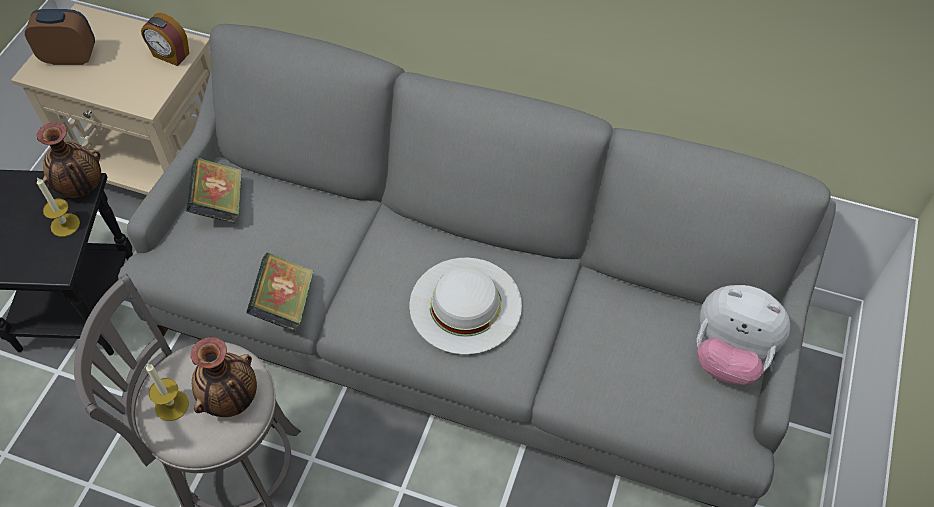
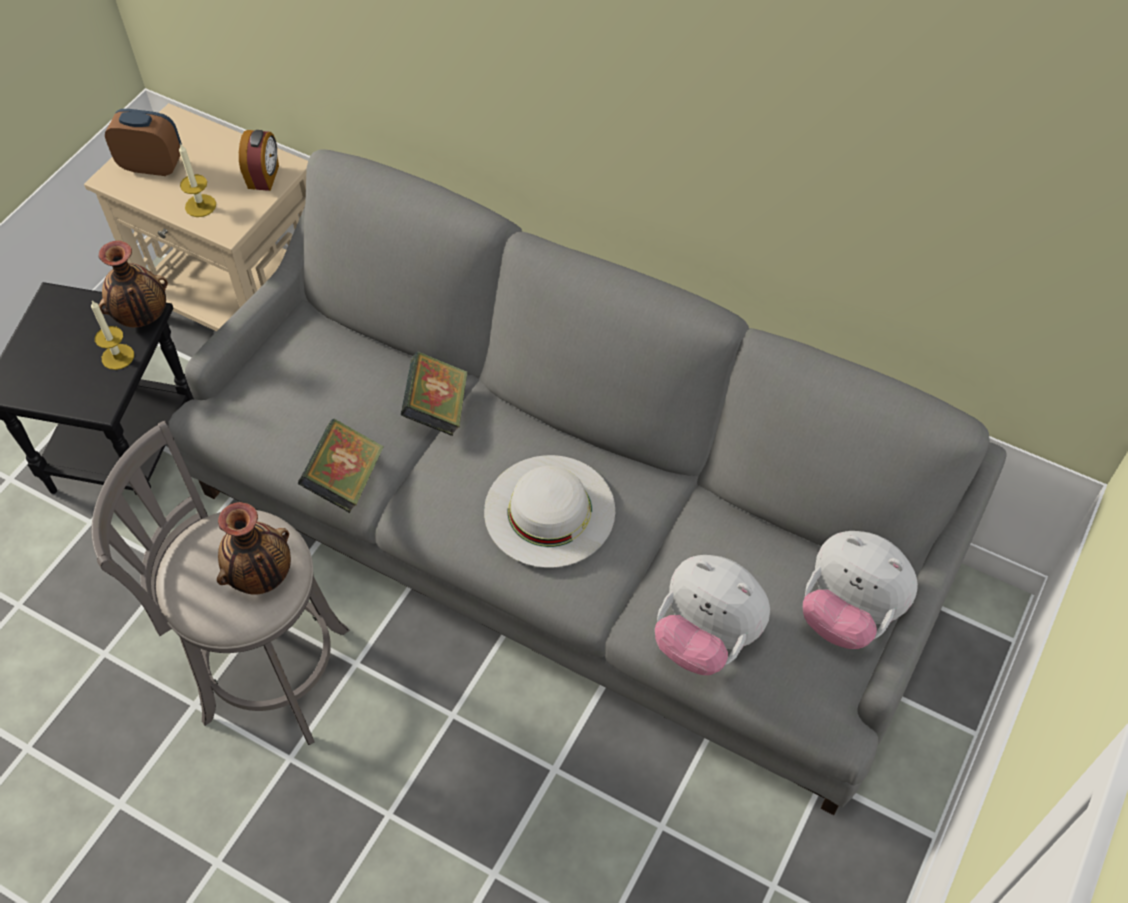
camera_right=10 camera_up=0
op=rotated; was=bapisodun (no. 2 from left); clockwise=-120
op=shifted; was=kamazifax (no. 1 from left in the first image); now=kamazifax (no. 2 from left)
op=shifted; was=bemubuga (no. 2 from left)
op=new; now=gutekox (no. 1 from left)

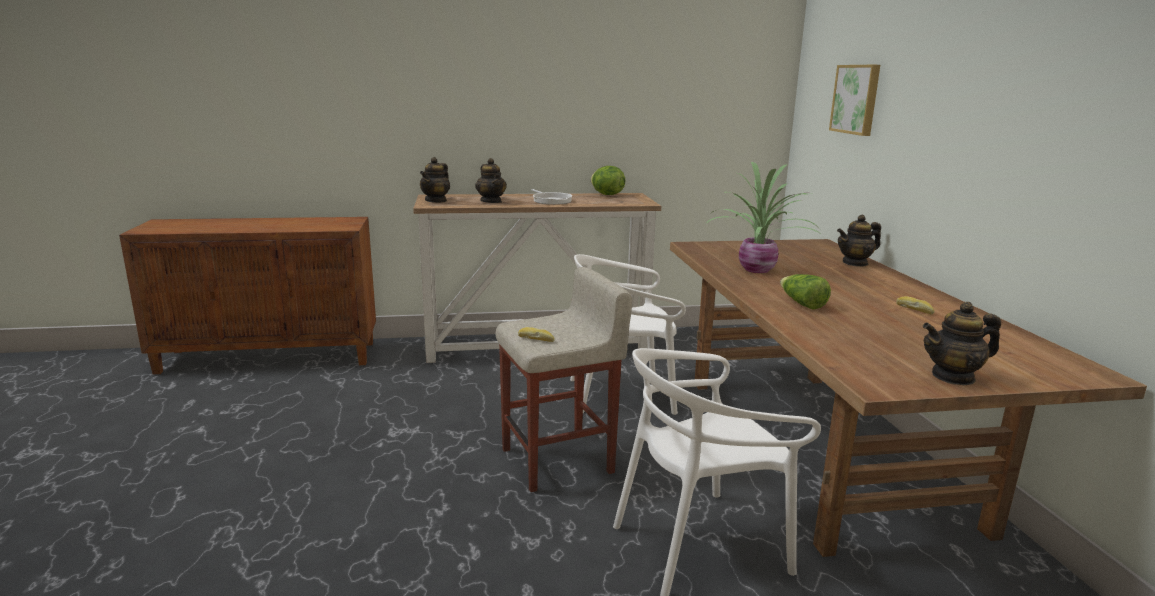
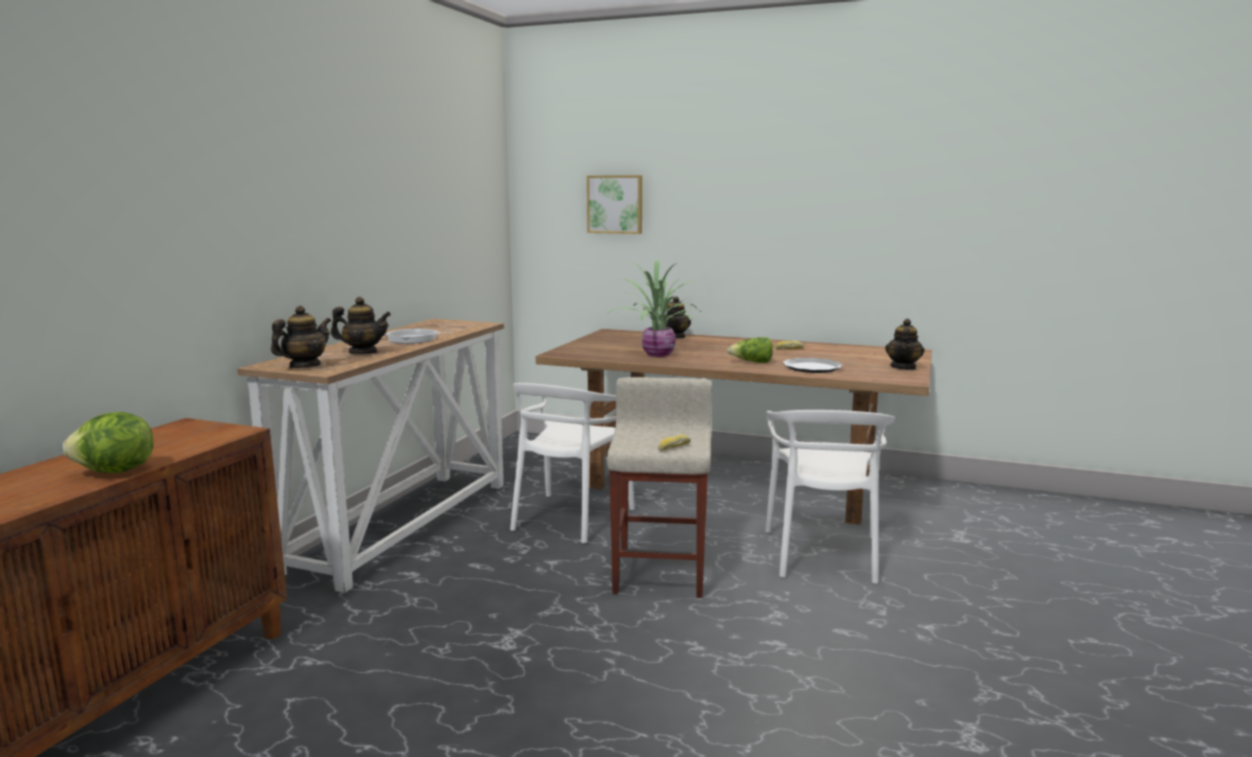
camera_right=-60 camera_up=-5
op=rotated; was=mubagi (no. 1 from left); clockwise=-105
op=shifted; was=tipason (no. 1 from left)
op=new; now=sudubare

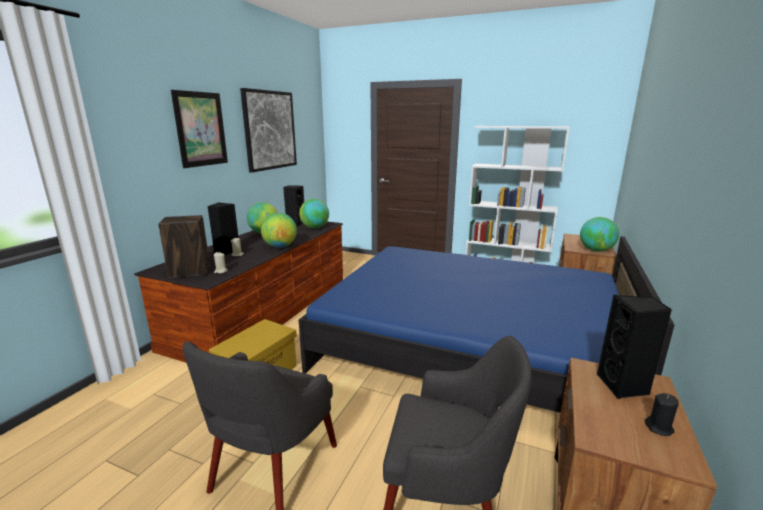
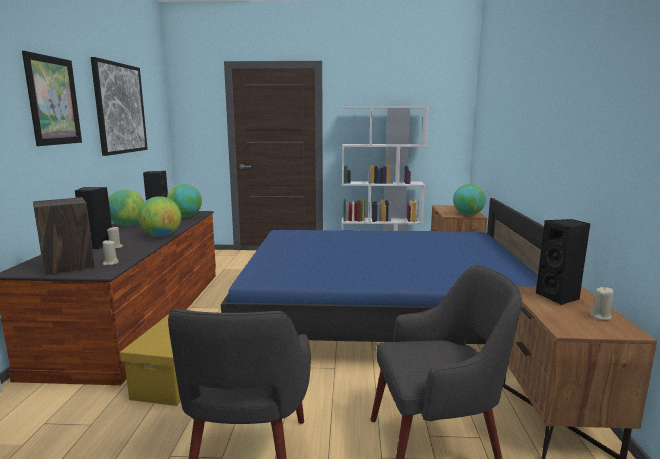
camera_right=-20 camera_up=-5
op=repainted; was=black_bemubuga; now=beige_bemubuga (no. 3 from left)

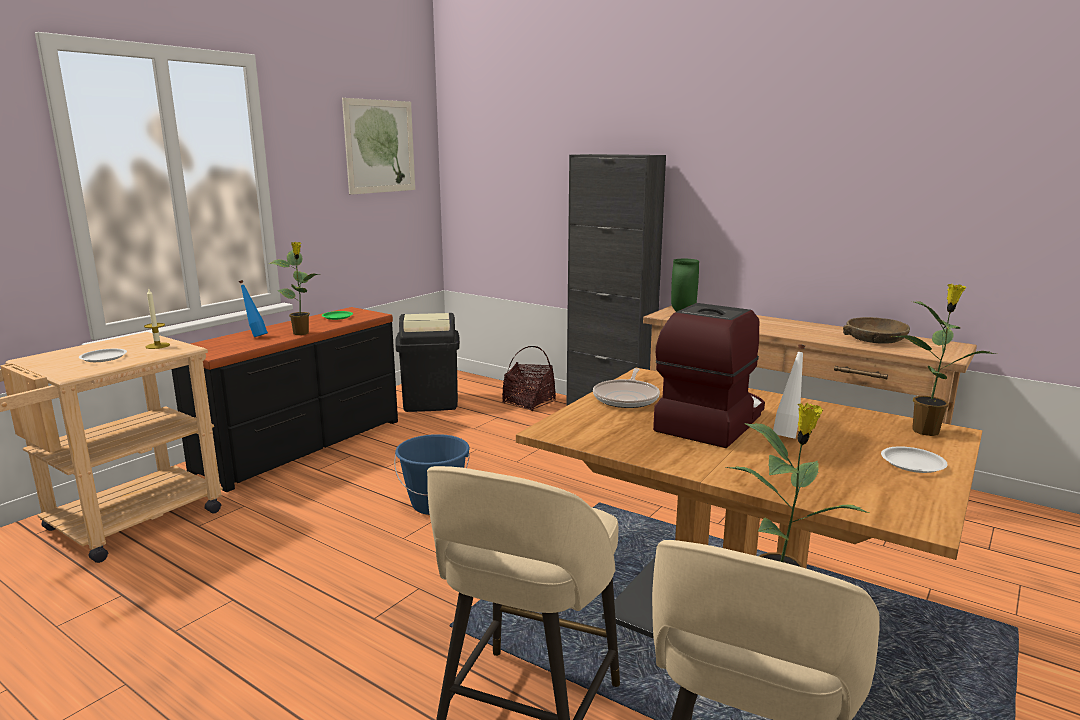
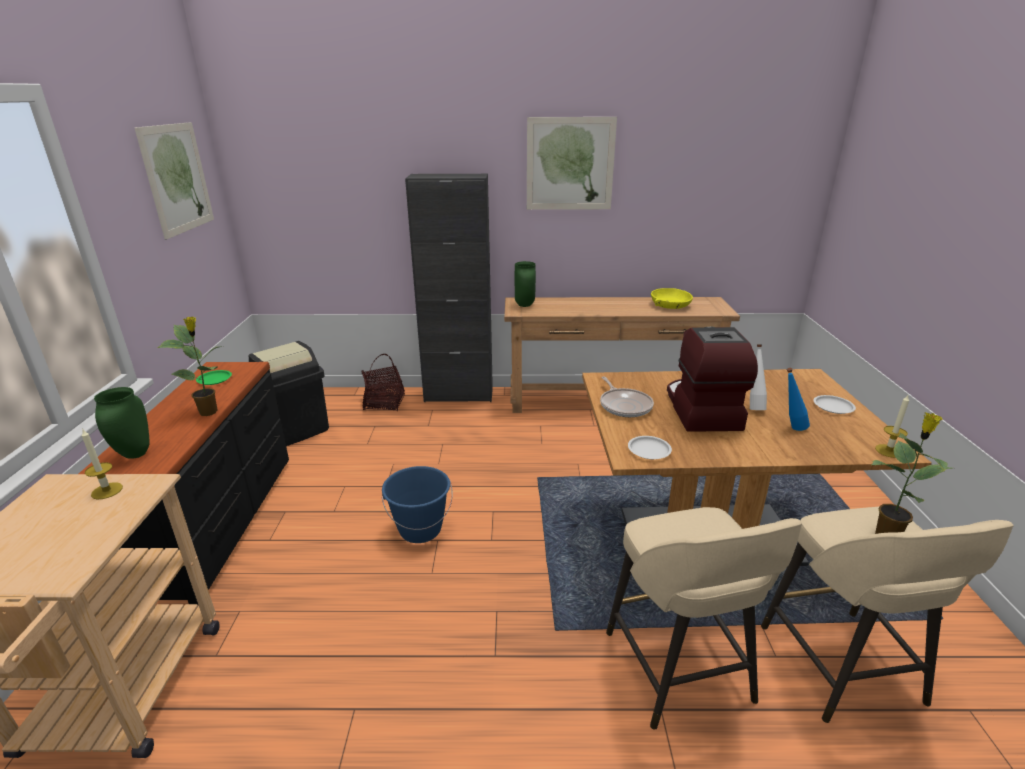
camera_right=-35 camera_up=10
op=shifted; was=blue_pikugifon
op=gone; was=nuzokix (no. 3 from left)
op=repainted; was=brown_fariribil; now=yellow_fariribil
op=shifted; was=white_sudubare (no. 1 from left)
op=new; now=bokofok (no. 2 from left)
op=new; now=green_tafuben (no. 1 from left)
op=new; now=bemubuga (no. 2 from left)

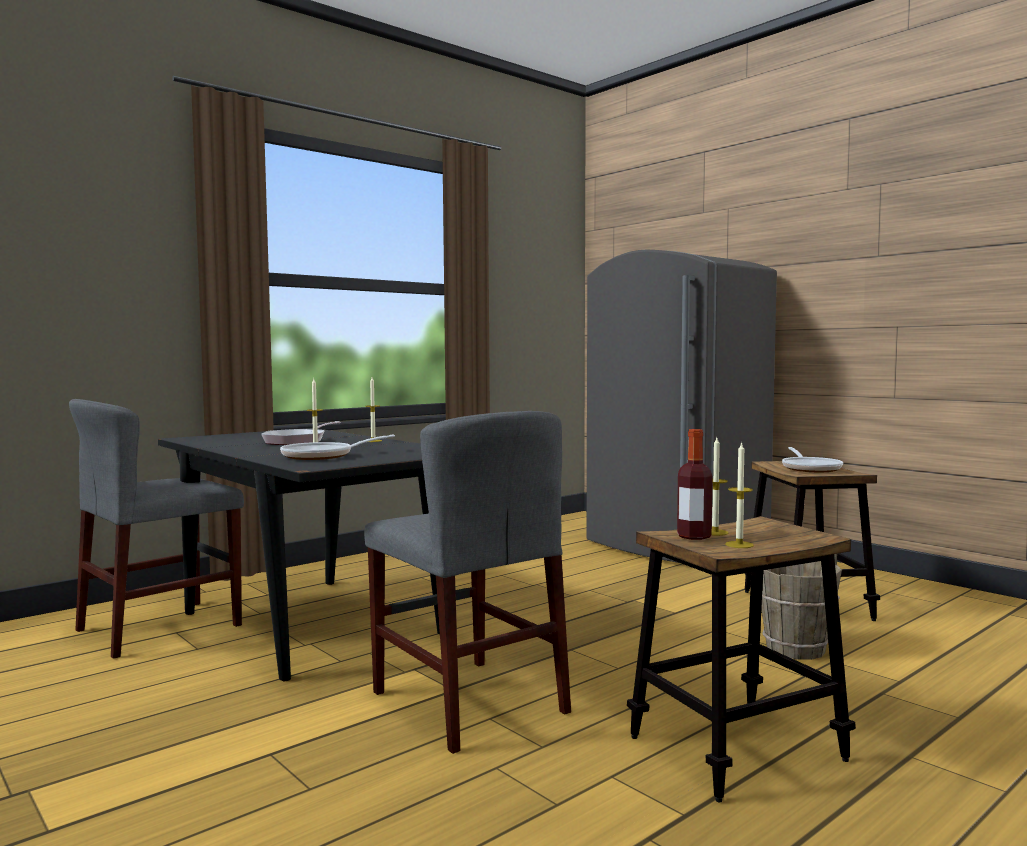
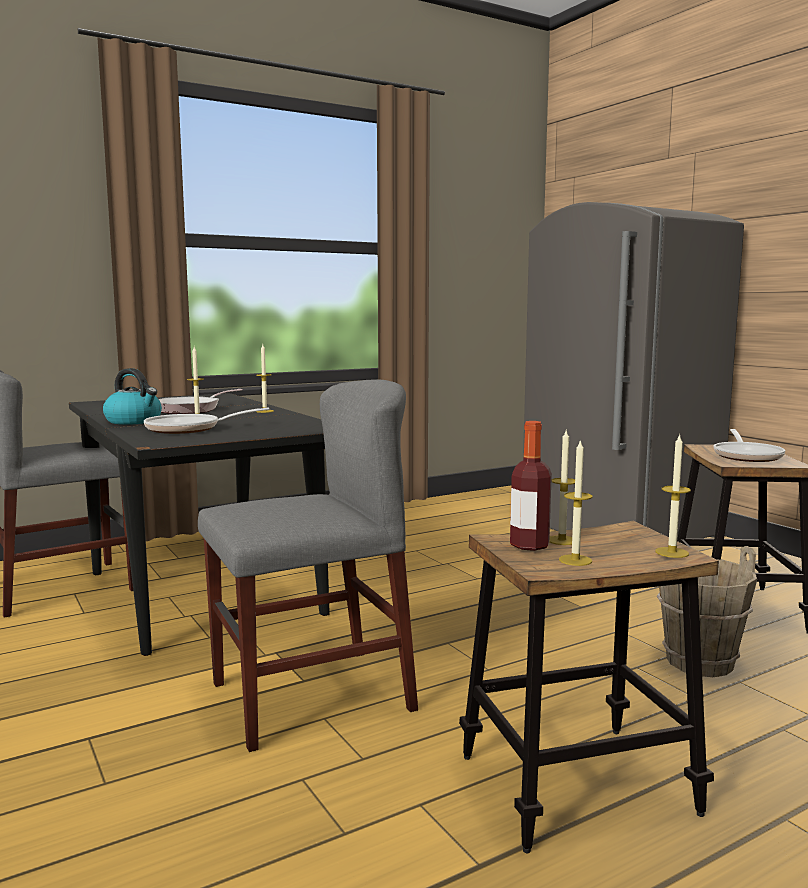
camera_right=10 camera_up=5
op=rotated; was=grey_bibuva (no. 2 from left); clockwise=-90
op=new; now=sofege
op=new; now=bemubuga (no. 5 from left)

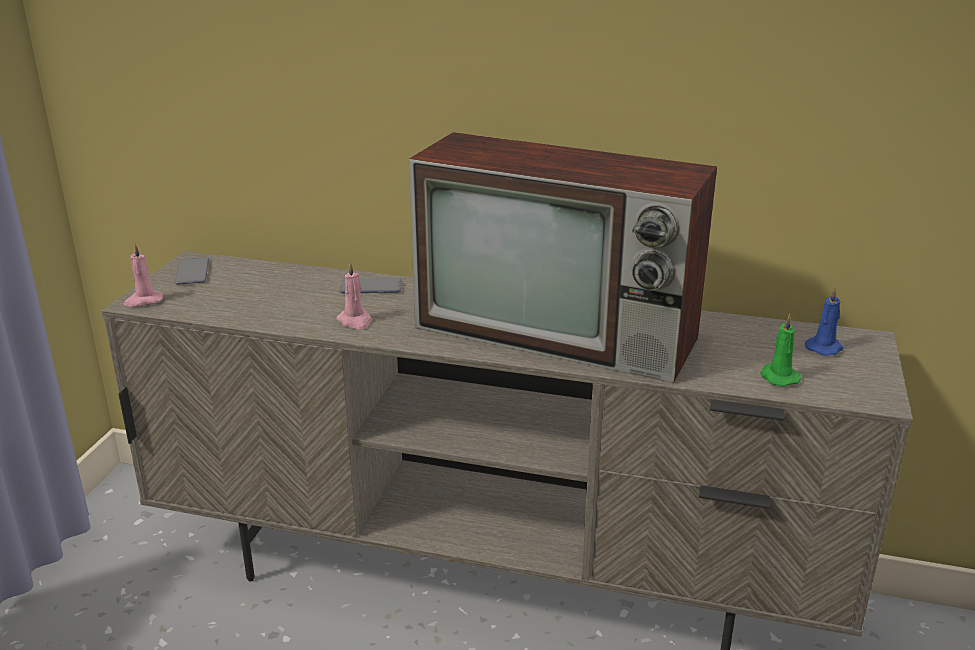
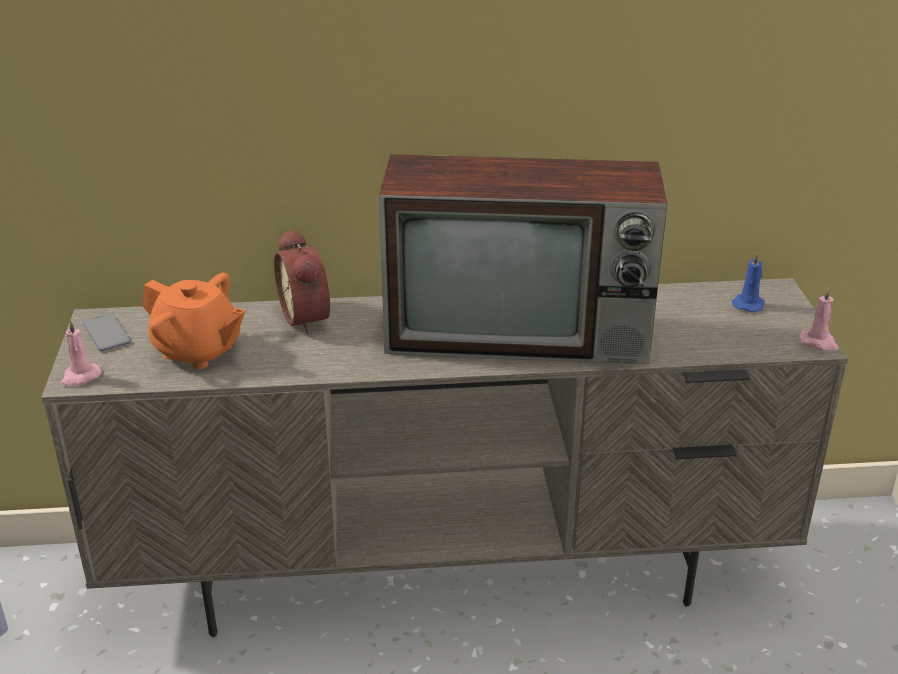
camera_right=-20 camera_up=5
op=shifted; was=pink_bemubuga (no. 2 from left)
op=swapped; was=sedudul (no. 2 from left); now=bapisodun
op=gone; was=green_bemubuga
op=new; now=orange_mubagi

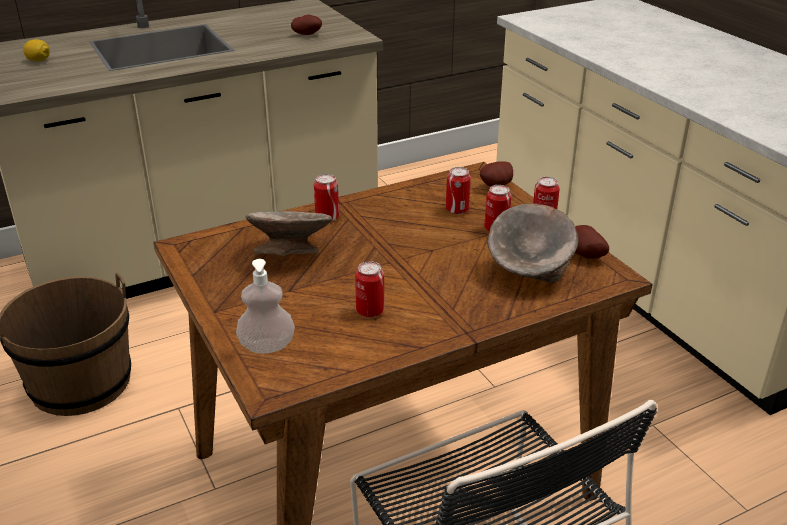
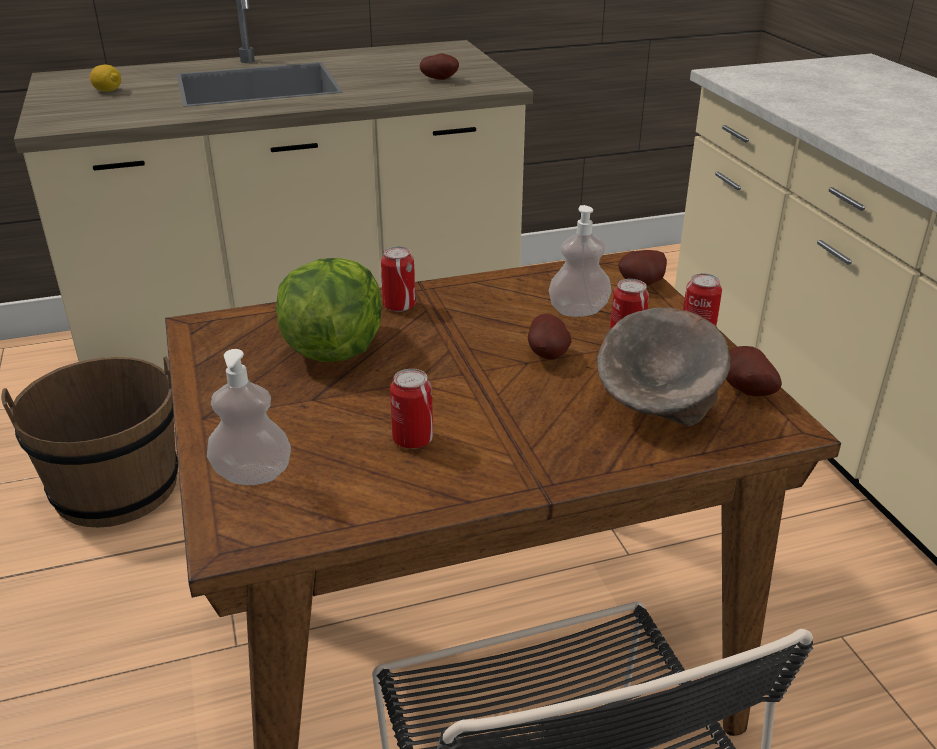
camera_right=10 camera_up=0
op=swapped; was=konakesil (no. 3 from left); now=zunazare (no. 2 from left)
op=swapped; was=grey_fariribil (no. 1 from left); now=tipason
op=new; now=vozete (no. 2 from left)

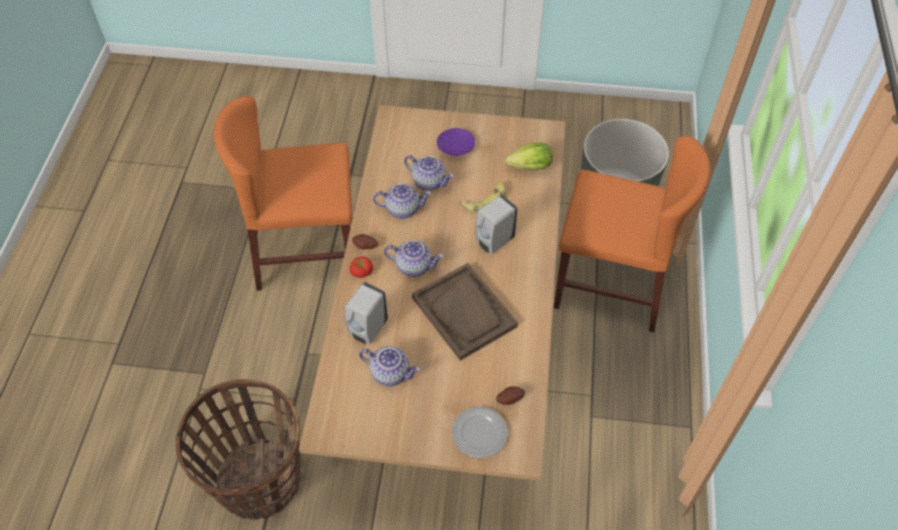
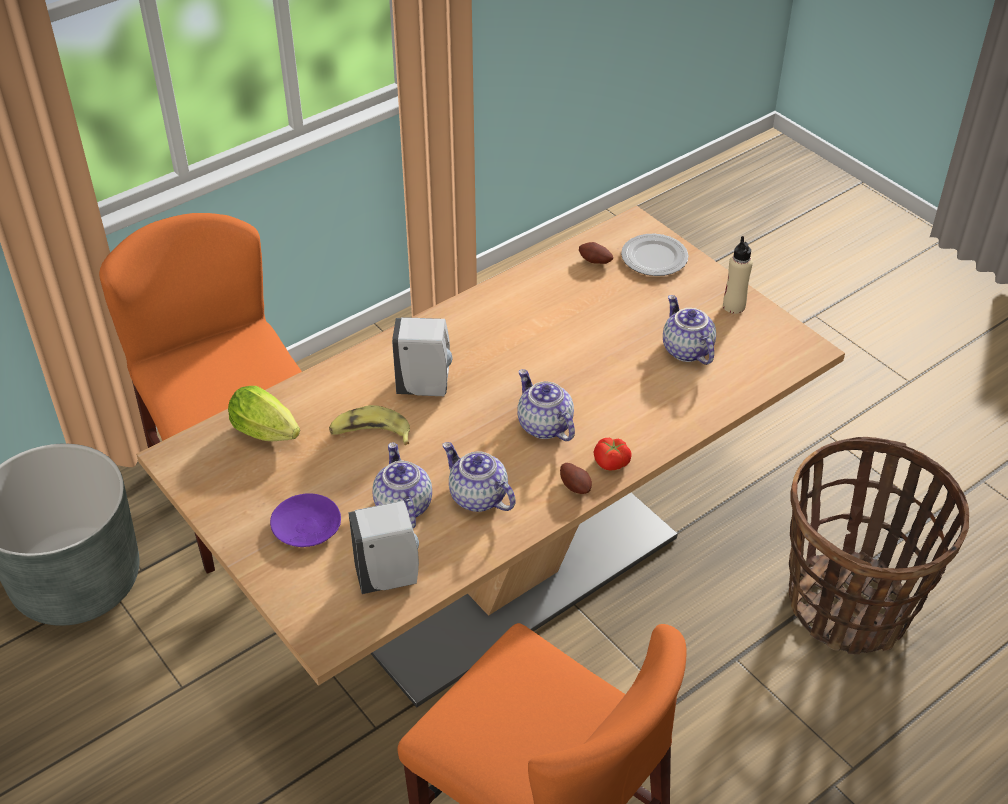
camera_right=-135 camera_up=-10
op=gone; was=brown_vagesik
op=shifted; was=white_zunazare (no. 1 from left)
op=new; now=beige_pikugifon

